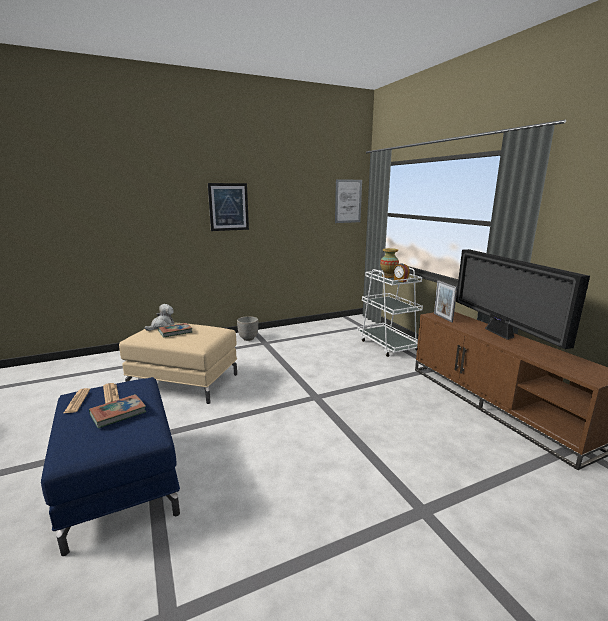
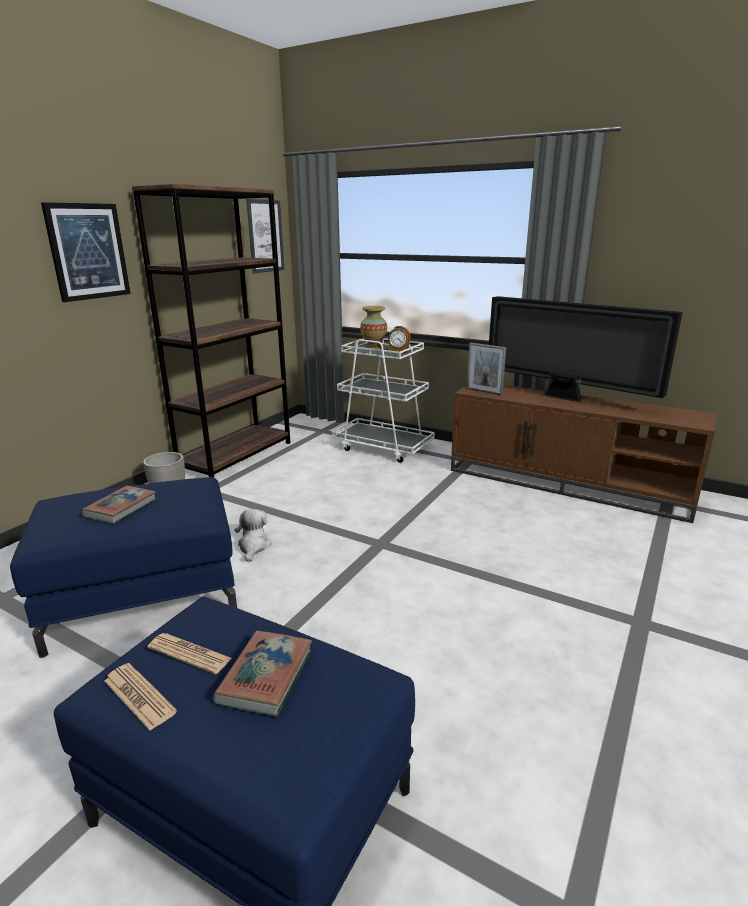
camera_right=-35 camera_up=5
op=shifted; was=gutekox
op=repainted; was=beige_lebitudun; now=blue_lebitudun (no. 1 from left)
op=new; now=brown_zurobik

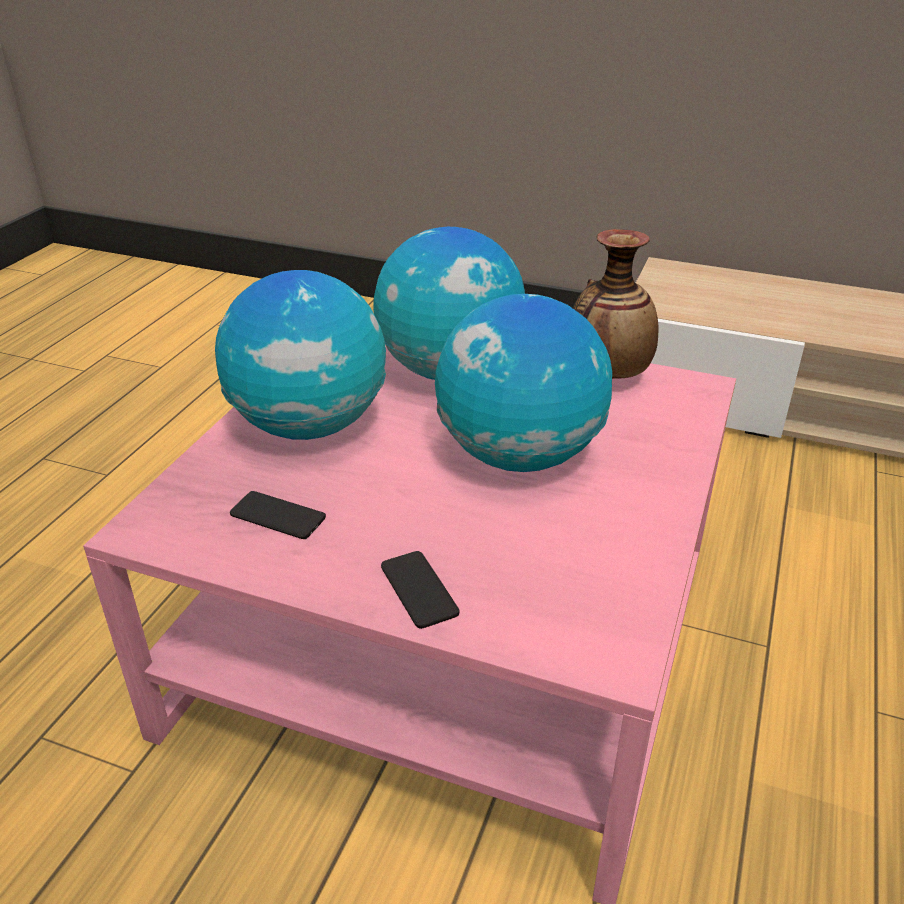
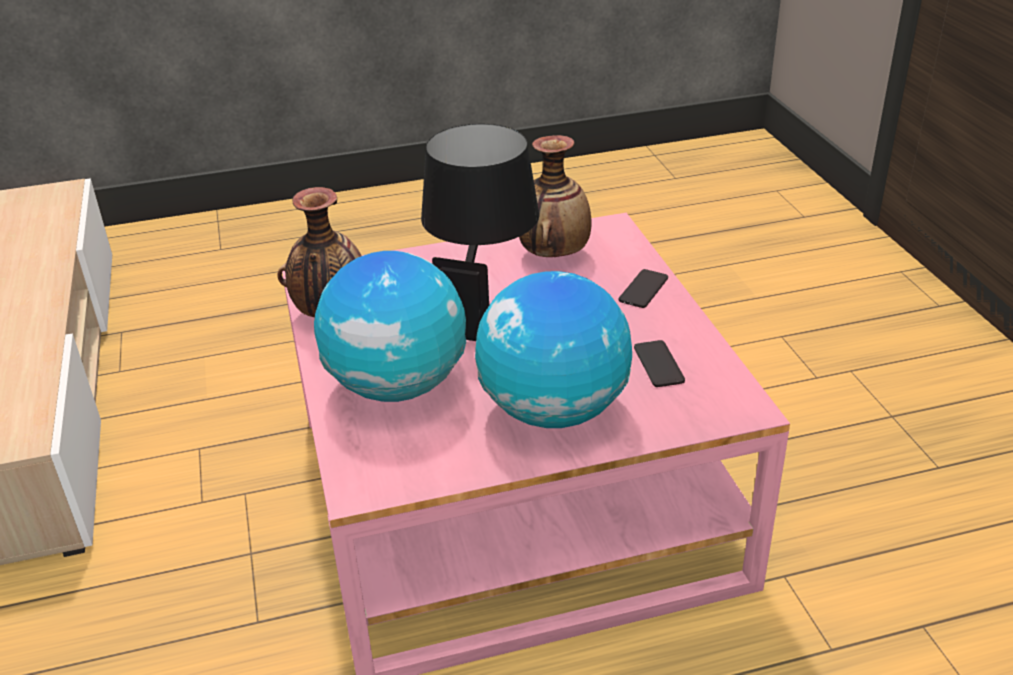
camera_right=-125 camera_up=0
op=swapped; was=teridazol (no. 3 from left); now=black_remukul
op=new; now=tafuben (no. 2 from left)

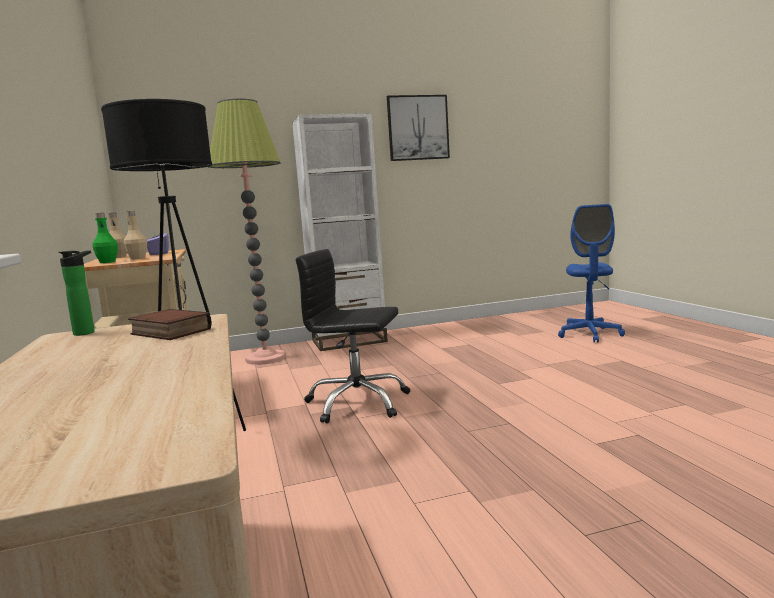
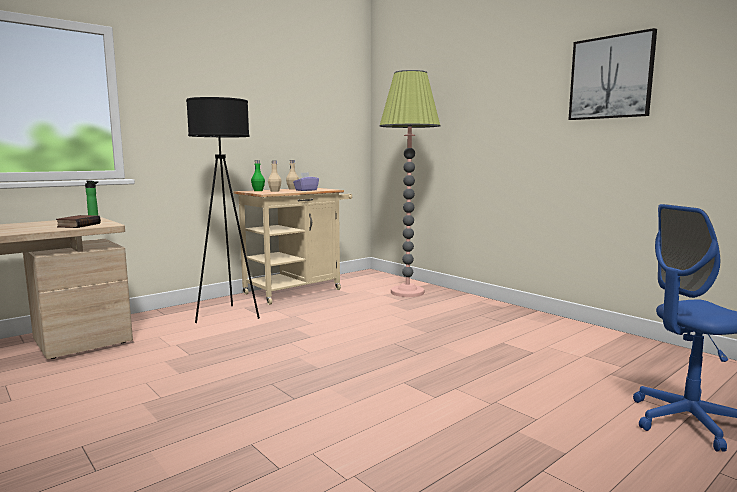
camera_right=65 camera_up=0
op=gone; was=white_zurobik
op=gone; was=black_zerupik

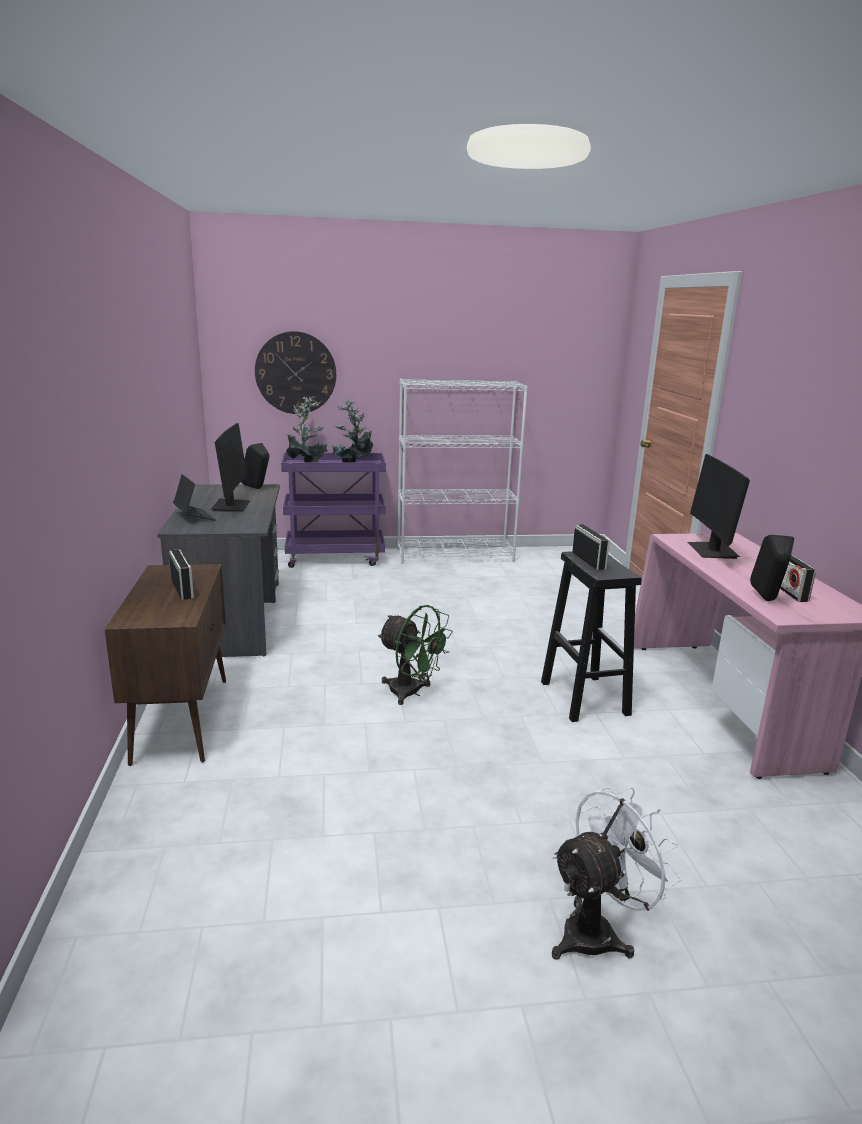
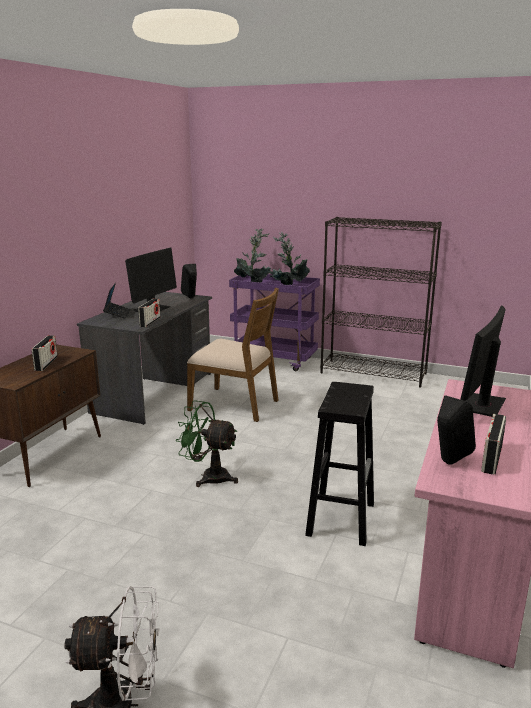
camera_right=30 camera_up=0
op=gone; was=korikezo
op=repainted; was=white_zurobik; now=black_zurobik
op=shifted; was=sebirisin (no. 2 from left)
op=rotated; was=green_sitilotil; clockwise=135
op=new; now=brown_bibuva

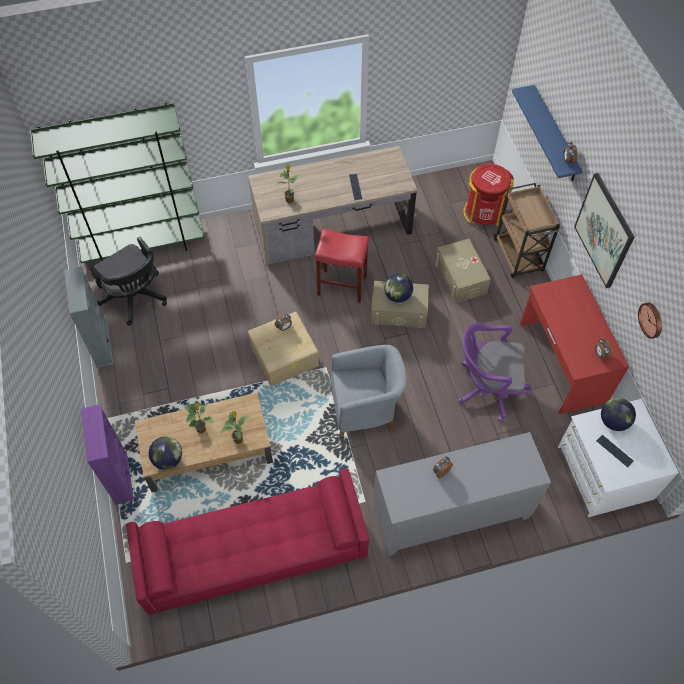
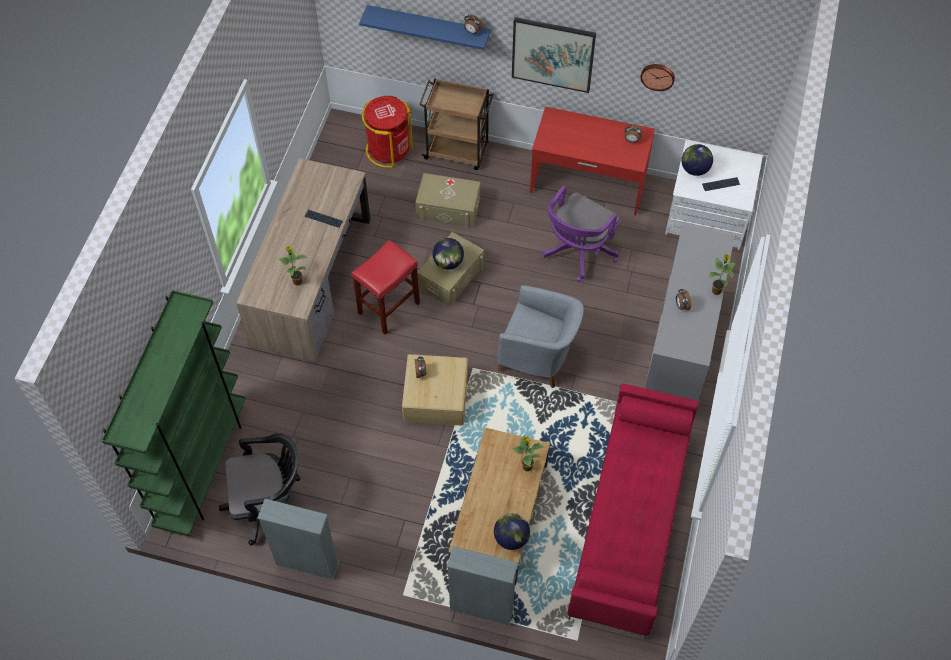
camera_right=-60 camera_up=0
op=rotated; was=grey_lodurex; clockwise=90
op=shifted; was=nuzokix (no. 1 from left in the first image); now=nuzokix (no. 3 from left)
op=repainted; was=purple_zurobik; now=grey_zurobik (no. 2 from left)

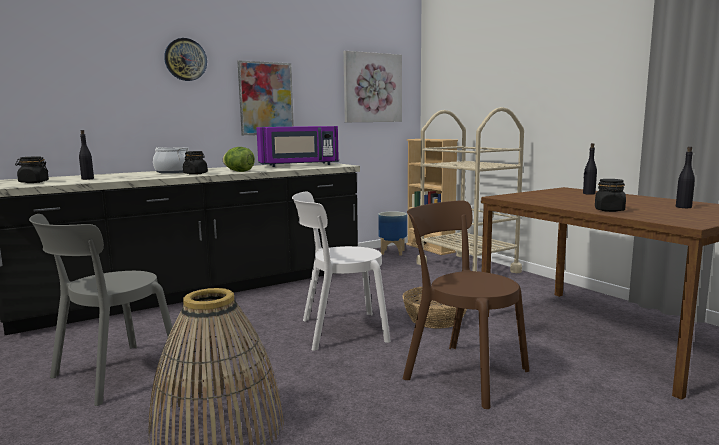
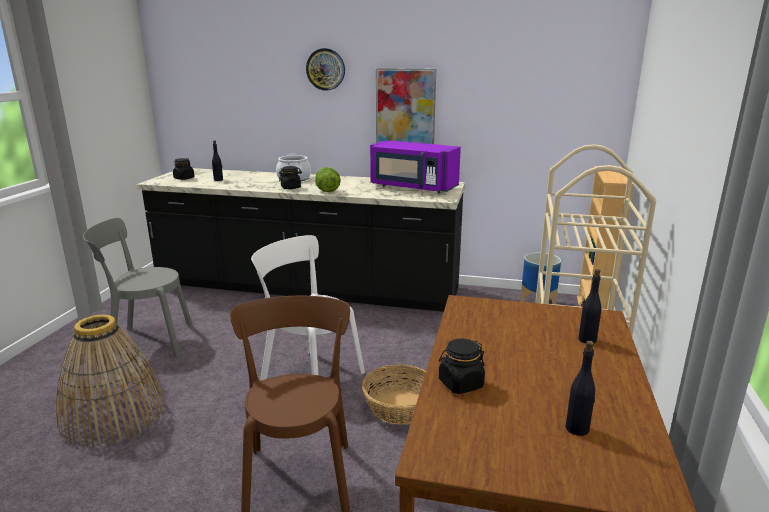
camera_right=45 camera_up=10
op=gone; was=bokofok (no. 2 from left)

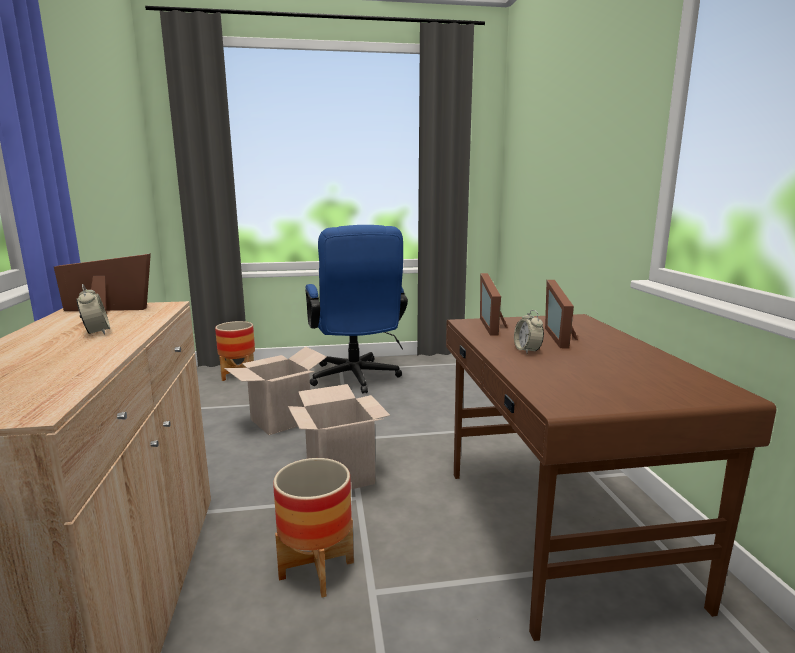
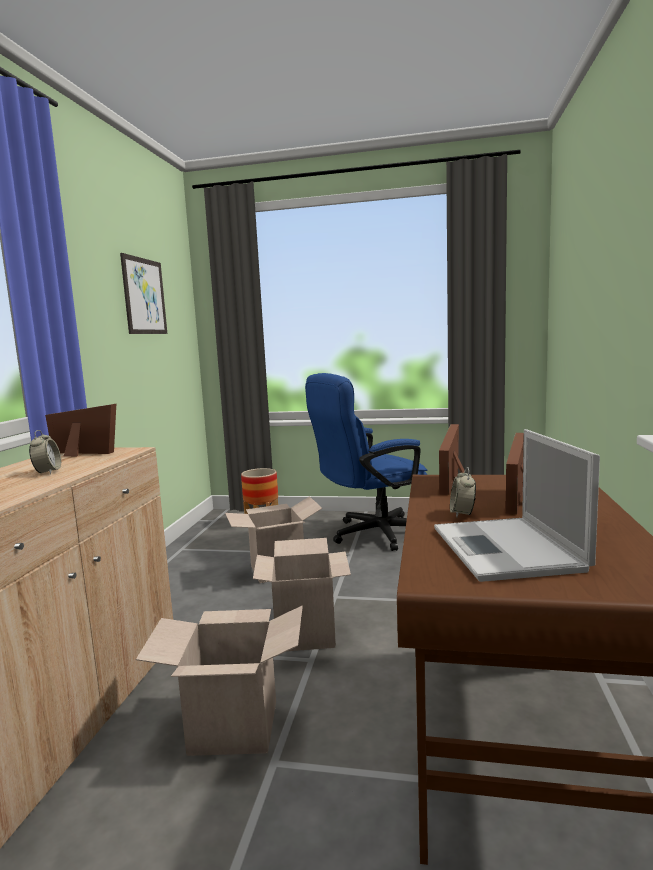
camera_right=20 camera_up=-5
op=rotated; was=blue_zerupik; clockwise=60
op=swapped; was=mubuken (no. 2 from left); now=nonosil (no. 1 from left)
op=new; now=bokofok
op=new; now=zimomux

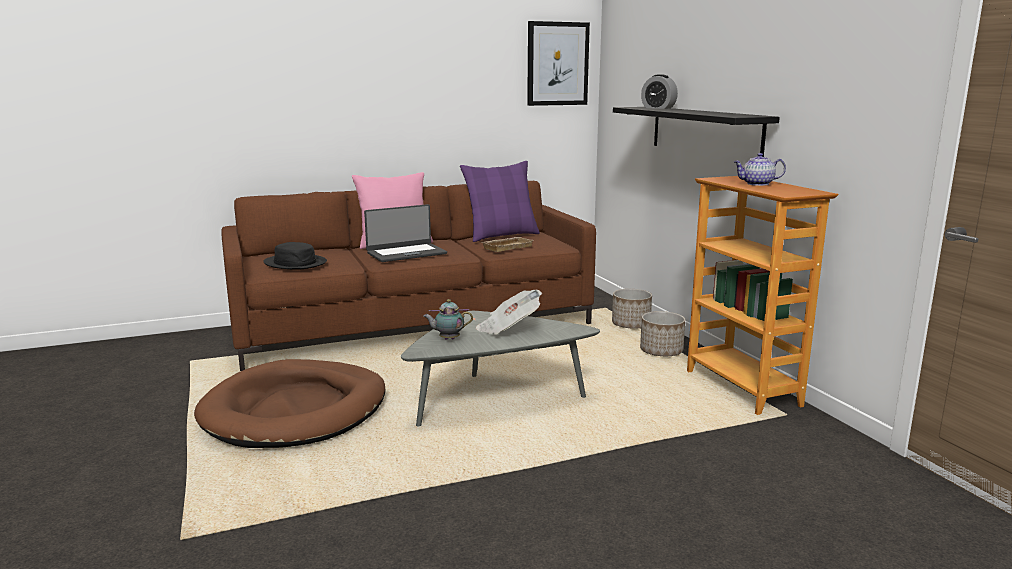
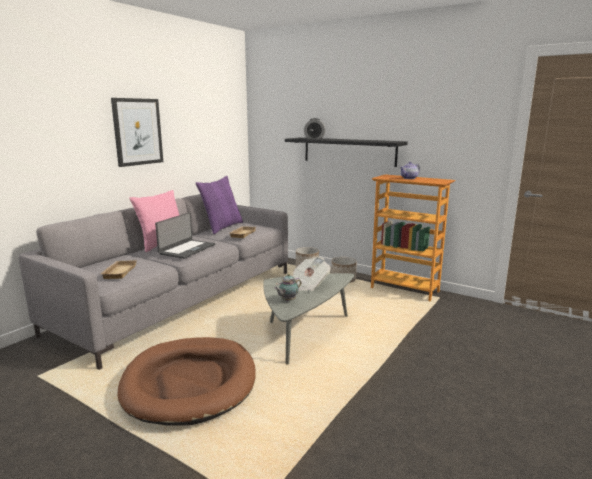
camera_right=-35 camera_up=0
op=shifted; was=bokofok
op=repainted; was=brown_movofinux; now=grey_movofinux
op=swapped; was=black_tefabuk; now=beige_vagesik (no. 1 from left)

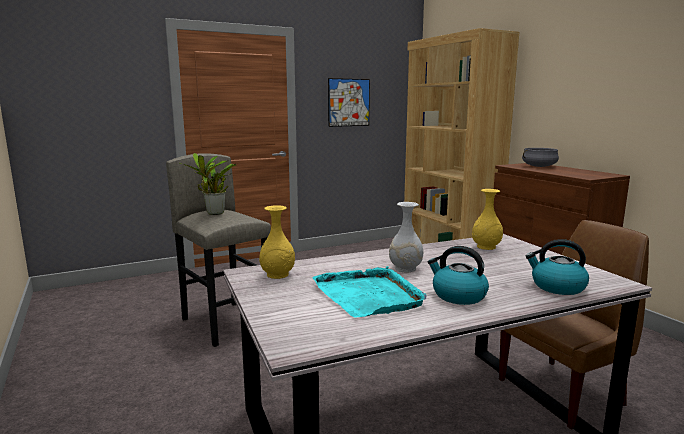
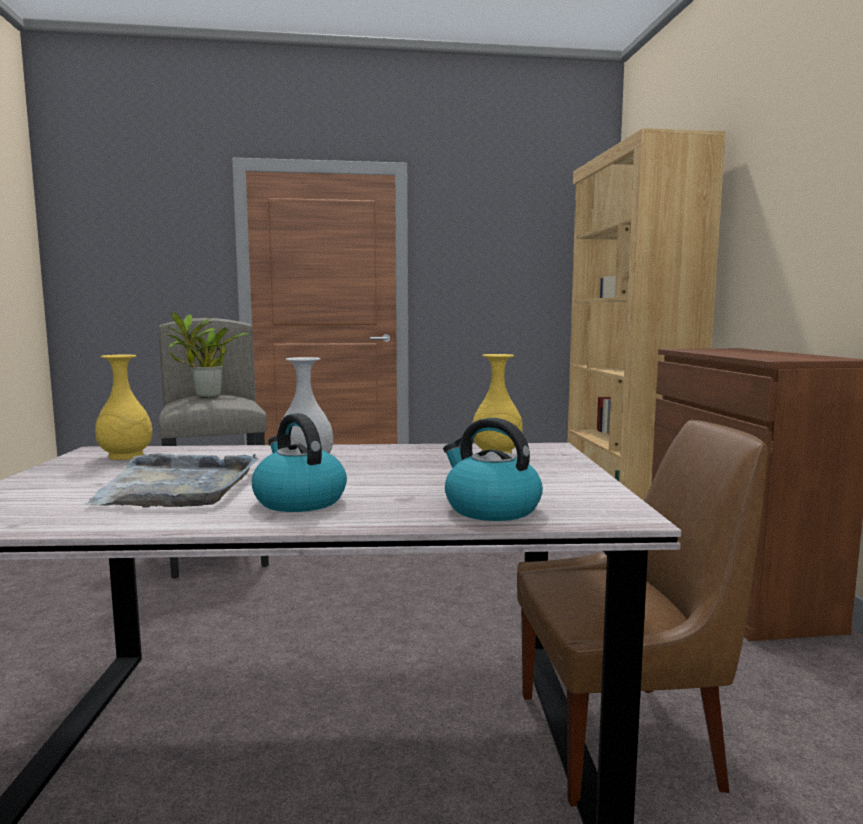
camera_right=20 camera_up=-5
op=gone; was=bokofok
op=gone; was=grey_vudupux
op=repainted; was=turquoise_vagesik; now=grey_vagesik

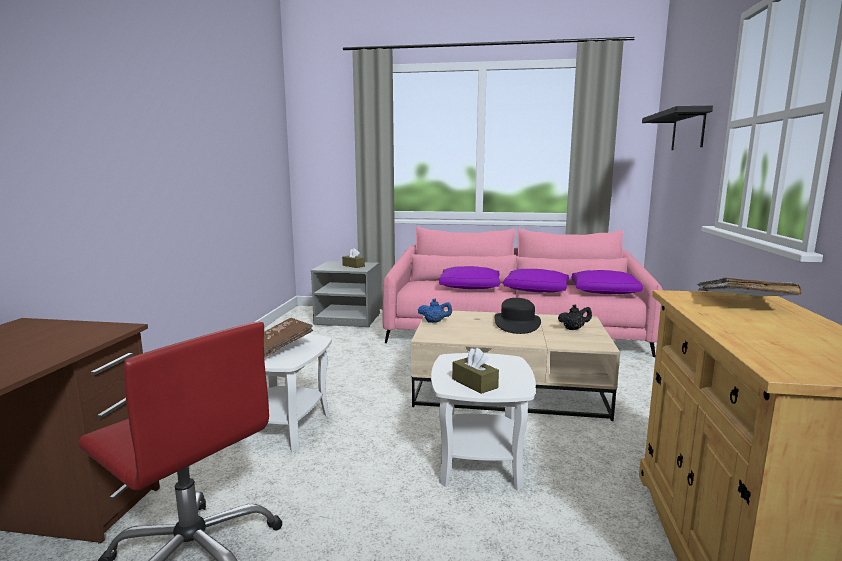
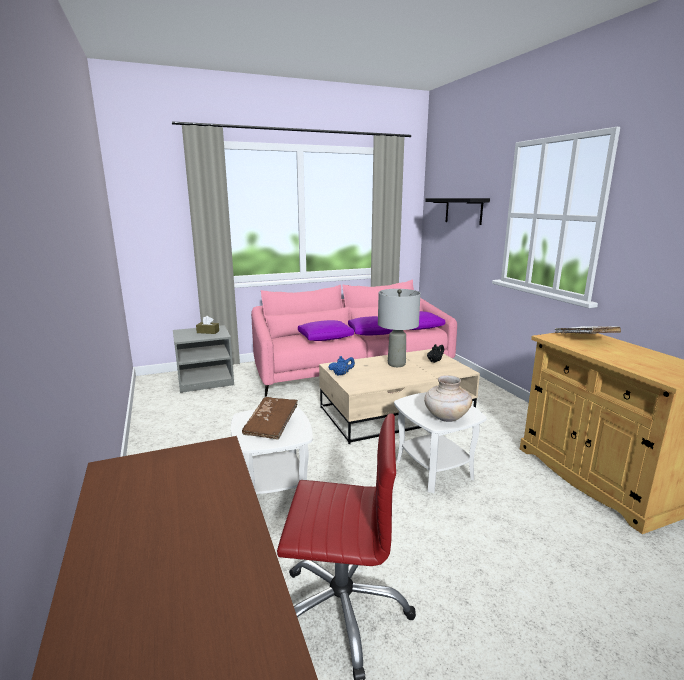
camera_right=-30 camera_up=5
op=swapped; was=black_tefabuk; now=grey_remukul
op=swapped; was=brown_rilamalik (no. 2 from left); now=beige_tafuben

